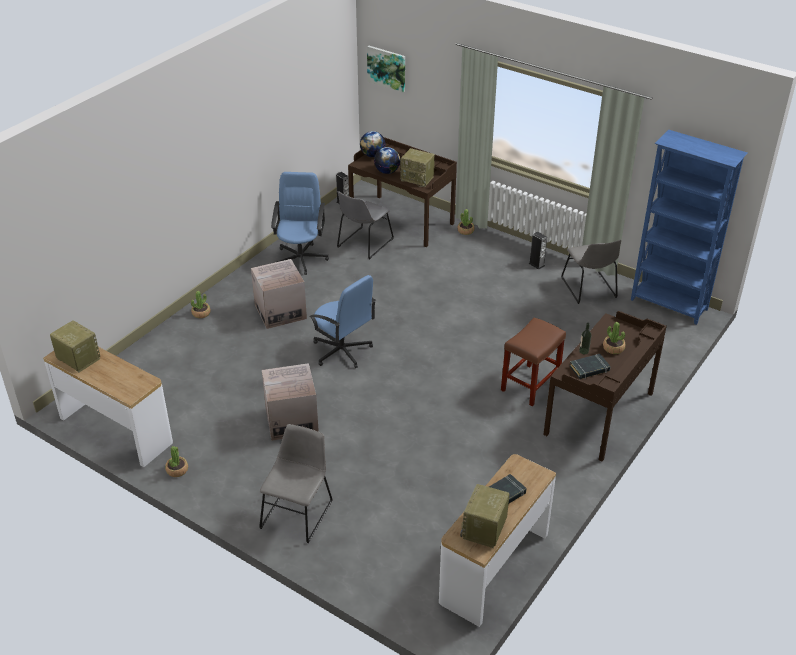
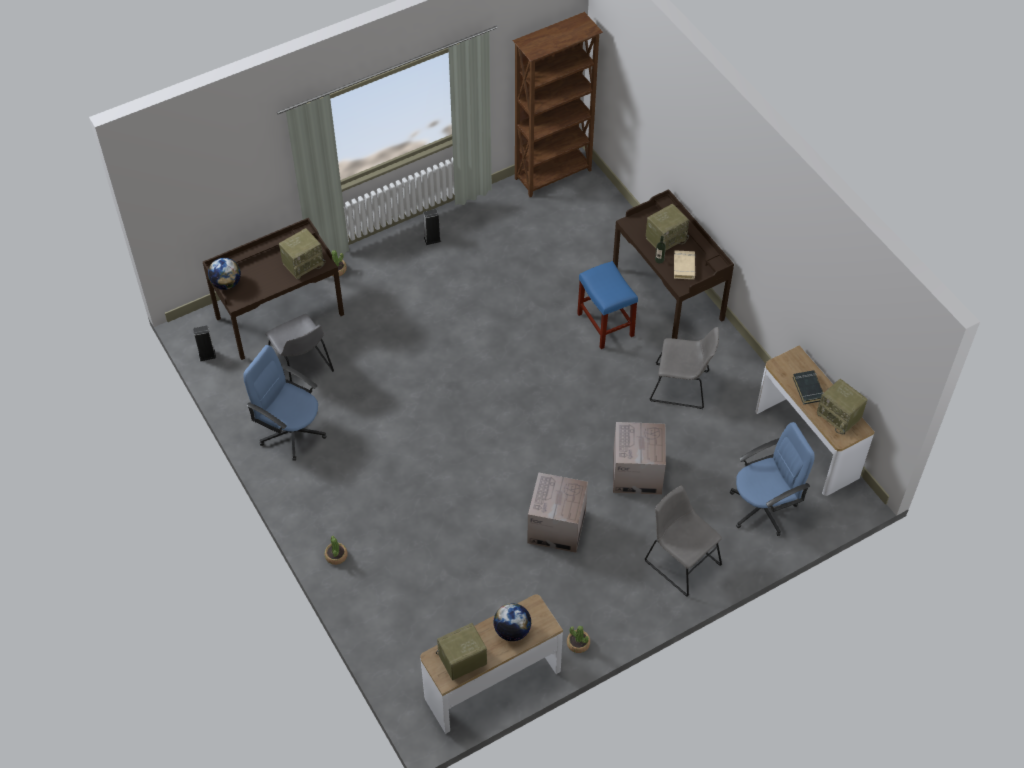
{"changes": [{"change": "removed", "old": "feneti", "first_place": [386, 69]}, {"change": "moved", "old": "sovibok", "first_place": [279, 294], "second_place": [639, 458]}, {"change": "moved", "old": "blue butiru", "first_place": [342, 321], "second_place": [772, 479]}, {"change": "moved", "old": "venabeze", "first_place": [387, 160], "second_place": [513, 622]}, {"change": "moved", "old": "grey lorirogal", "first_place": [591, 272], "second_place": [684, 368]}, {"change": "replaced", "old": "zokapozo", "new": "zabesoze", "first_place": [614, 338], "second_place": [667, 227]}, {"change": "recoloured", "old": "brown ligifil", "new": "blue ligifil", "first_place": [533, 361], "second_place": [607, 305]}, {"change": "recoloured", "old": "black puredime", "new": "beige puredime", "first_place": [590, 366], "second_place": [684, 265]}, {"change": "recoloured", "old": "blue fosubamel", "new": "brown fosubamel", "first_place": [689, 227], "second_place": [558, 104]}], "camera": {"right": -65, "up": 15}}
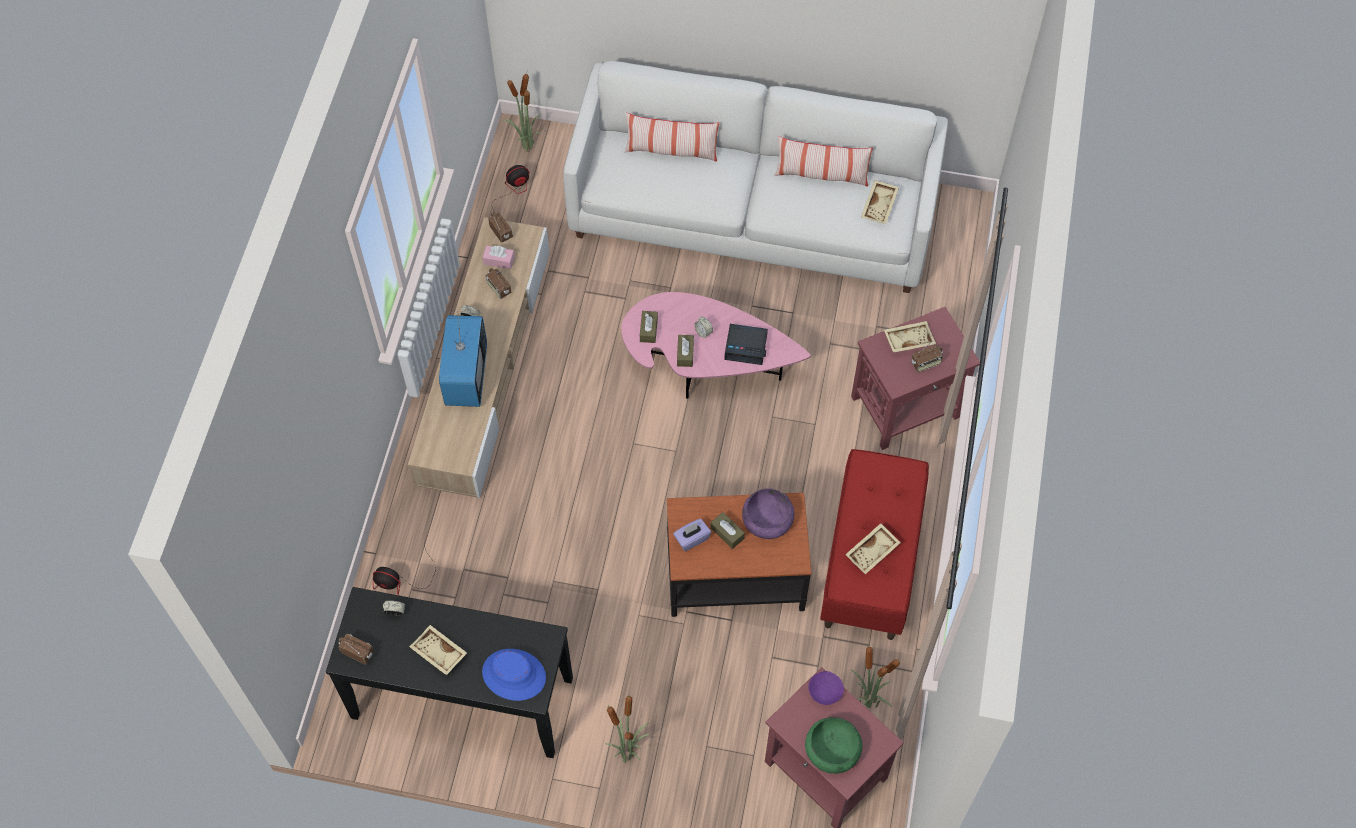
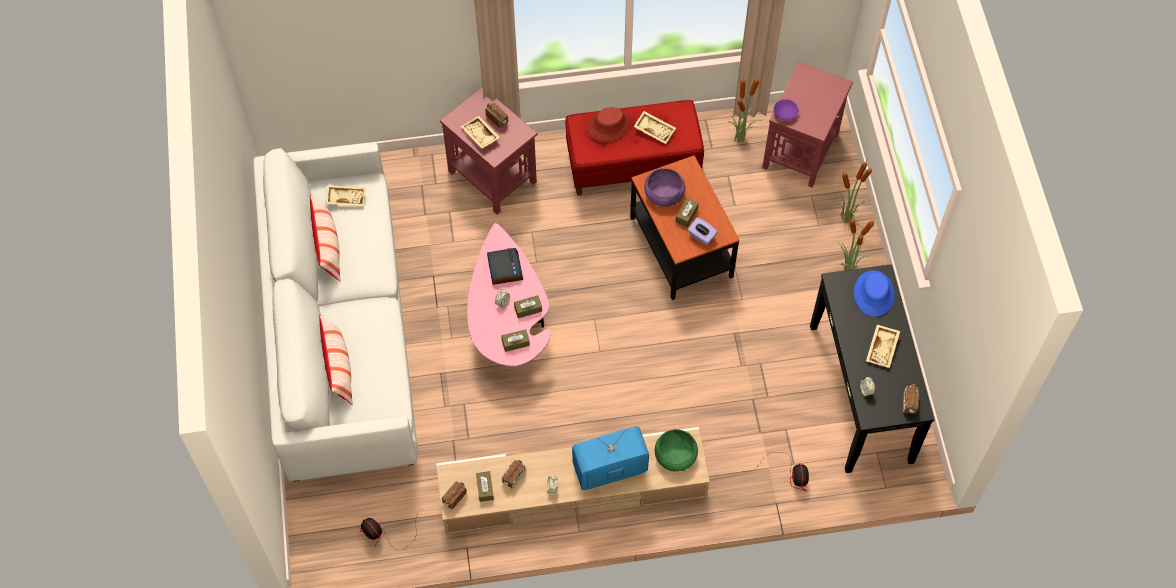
{"changes": [{"change": "added", "new": "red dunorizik", "second_place": [609, 124]}, {"change": "moved", "old": "zokapozo", "first_place": [522, 112], "second_place": [853, 191]}, {"change": "moved", "old": "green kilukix", "first_place": [833, 745], "second_place": [676, 450]}, {"change": "recoloured", "old": "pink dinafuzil", "new": "brown dinafuzil", "first_place": [498, 257], "second_place": [485, 486]}], "camera": {"right": -110, "up": 0}}
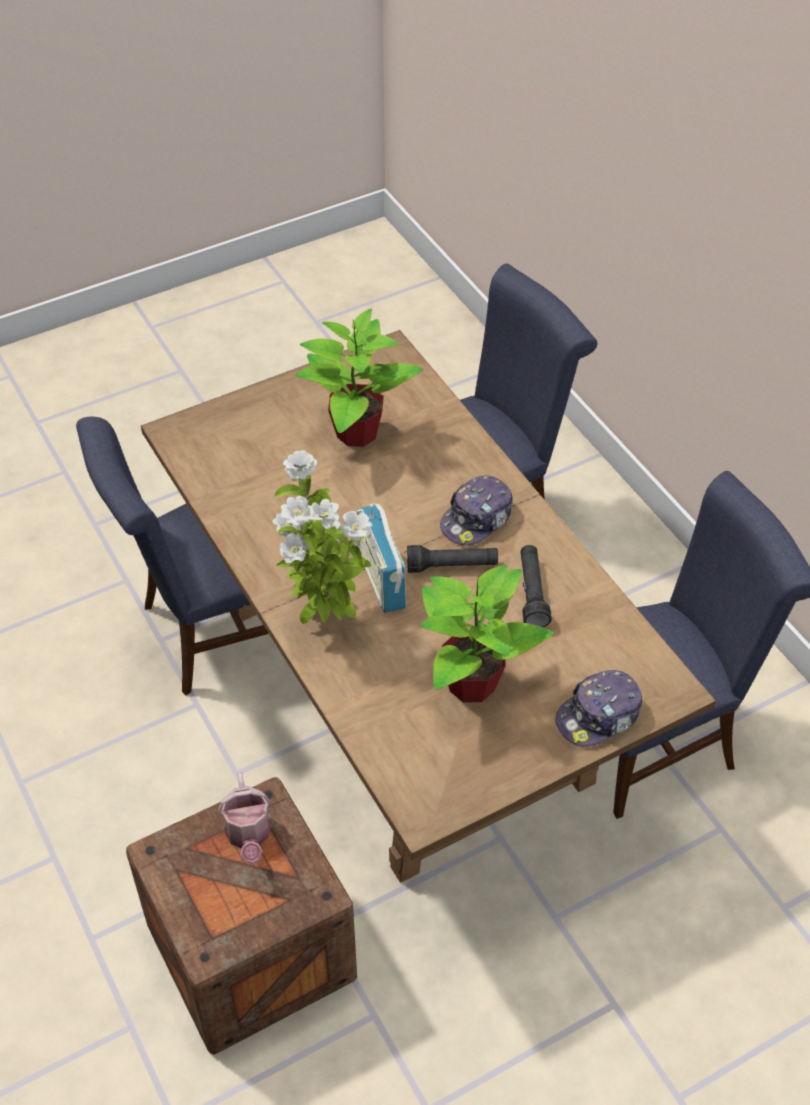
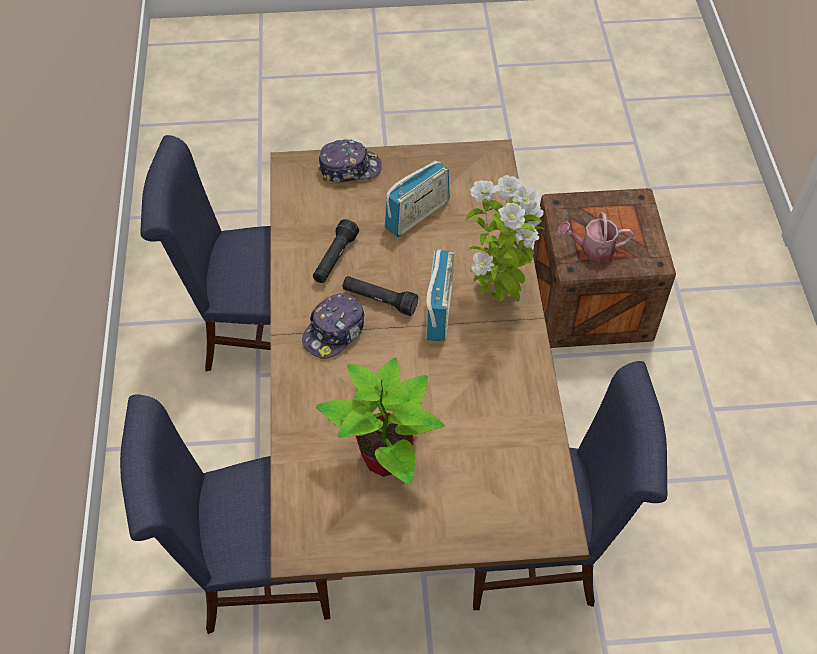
{"changes": [{"change": "replaced", "old": "zokapozo", "new": "zabesoze", "first_place": [487, 633], "second_place": [417, 198]}, {"change": "turned", "old": "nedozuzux", "first_place": [245, 818], "second_place": [595, 237], "degrees": -105}, {"change": "turned", "old": "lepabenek", "first_place": [476, 510], "second_place": [333, 326], "degrees": 150}], "camera": {"right": -155, "up": 5}}
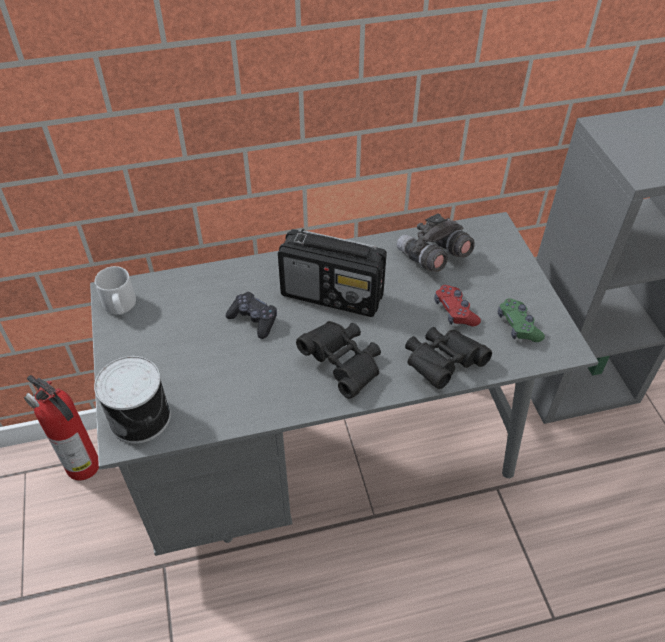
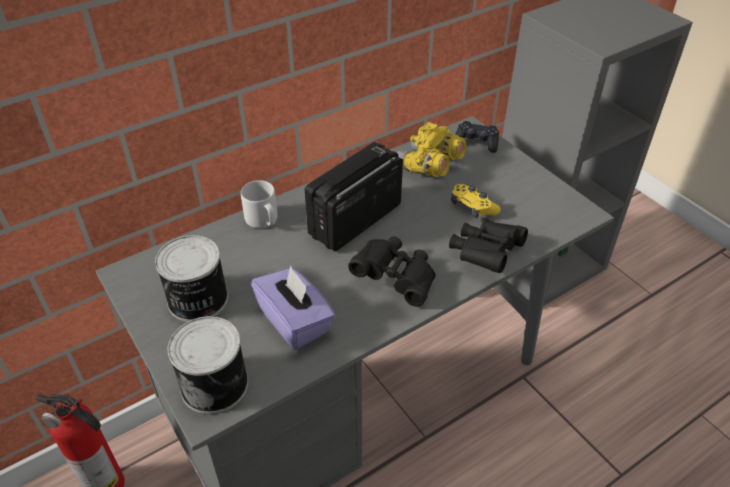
{"changes": [{"change": "removed", "old": "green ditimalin", "first_place": [521, 320]}, {"change": "added", "new": "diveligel", "second_place": [191, 278]}, {"change": "added", "new": "purple dinafuzil", "second_place": [293, 307]}, {"change": "moved", "old": "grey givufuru", "first_place": [115, 290], "second_place": [259, 204]}, {"change": "moved", "old": "black ditimalin", "first_place": [251, 315], "second_place": [477, 137]}, {"change": "recoloured", "old": "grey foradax", "new": "yellow foradax", "first_place": [436, 242], "second_place": [431, 149]}, {"change": "recoloured", "old": "red ditimalin", "new": "yellow ditimalin", "first_place": [457, 305], "second_place": [476, 201]}, {"change": "turned", "old": "zabesoze", "first_place": [332, 272], "second_place": [354, 197], "degrees": 135}], "camera": {"right": -20, "up": -5}}
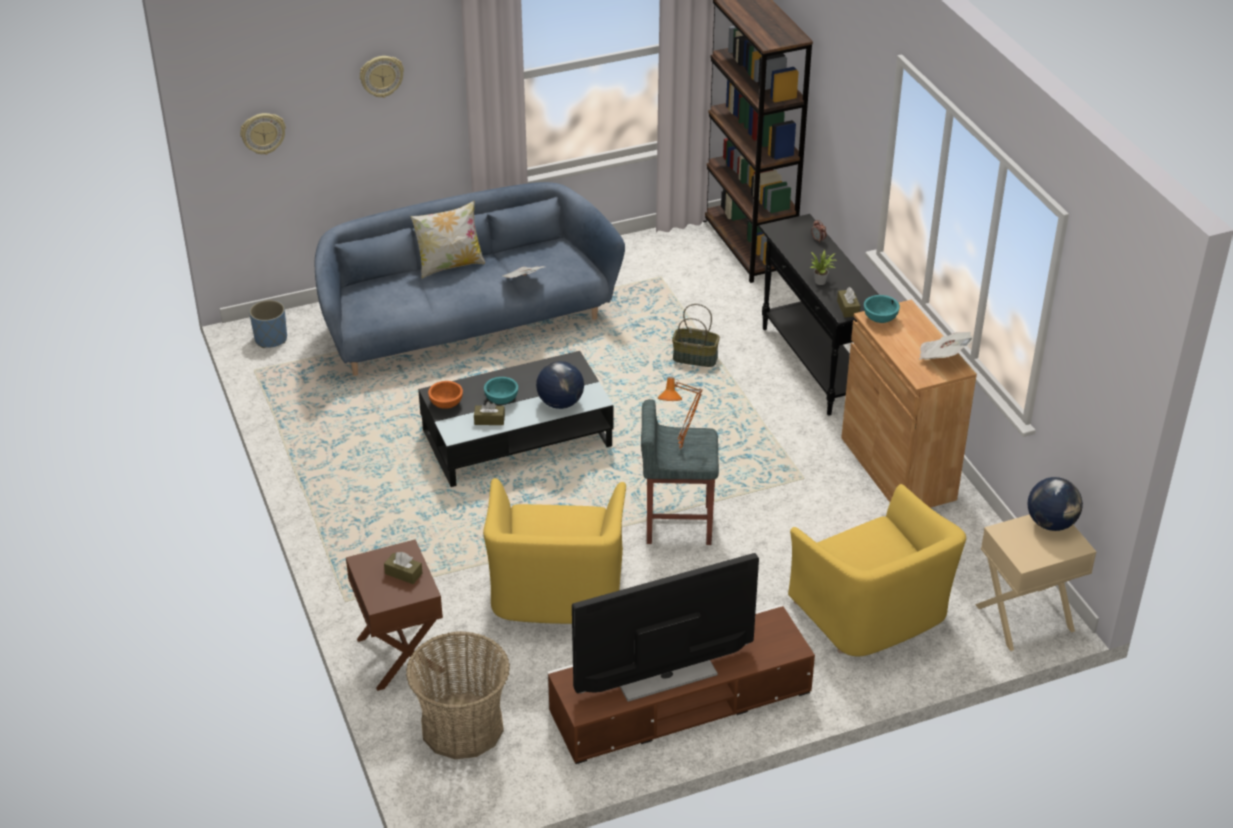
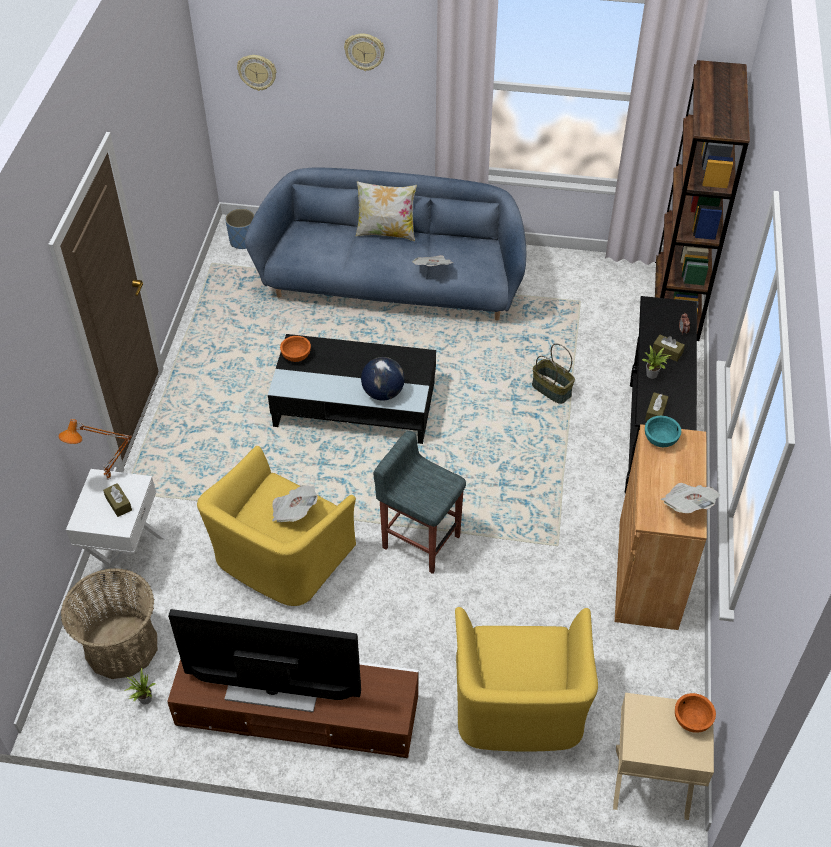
{"changes": [{"change": "removed", "old": "turquoise kilukix", "first_place": [501, 390]}, {"change": "added", "new": "zokapozo", "second_place": [140, 686]}, {"change": "added", "new": "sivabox", "second_place": [295, 503]}, {"change": "moved", "old": "brown dinafuzil", "first_place": [489, 413], "second_place": [669, 348]}, {"change": "moved", "old": "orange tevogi", "first_place": [680, 413], "second_place": [95, 449]}, {"change": "replaced", "old": "venabeze", "new": "orange kilukix", "first_place": [1055, 504], "second_place": [695, 713]}, {"change": "recoloured", "old": "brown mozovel", "new": "white mozovel", "first_place": [395, 615], "second_place": [116, 527]}], "camera": {"right": 30, "up": 10}}
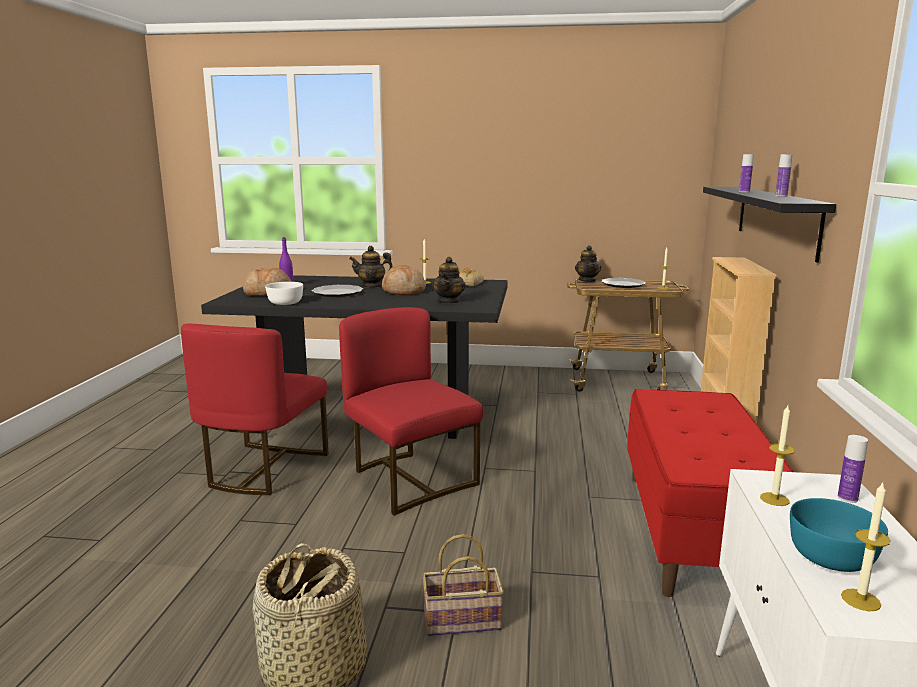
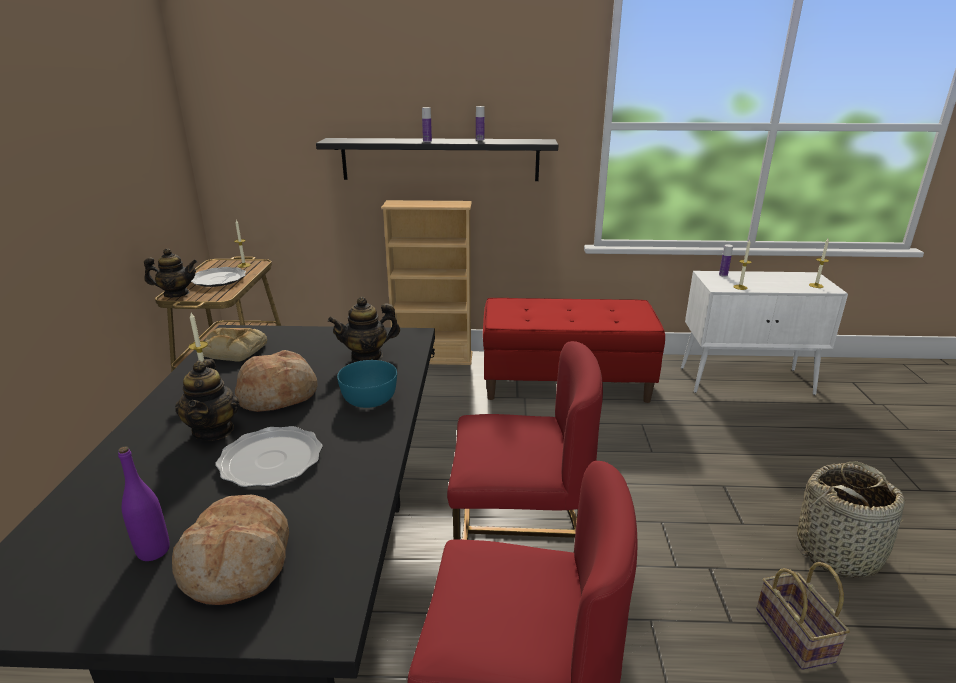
{"changes": [{"change": "removed", "old": "white kilukix", "first_place": [284, 293]}, {"change": "moved", "old": "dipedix", "first_place": [463, 585], "second_place": [803, 616]}, {"change": "moved", "old": "turquoise kilukix", "first_place": [839, 535], "second_place": [367, 384]}, {"change": "turned", "old": "red lorirogal", "first_place": [411, 411], "second_place": [525, 443], "degrees": -135}, {"change": "turned", "old": "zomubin", "first_place": [449, 280], "second_place": [364, 329], "degrees": 150}], "camera": {"right": -95, "up": 10}}
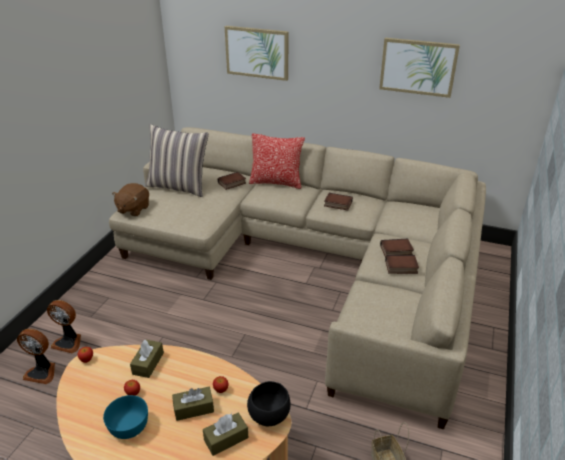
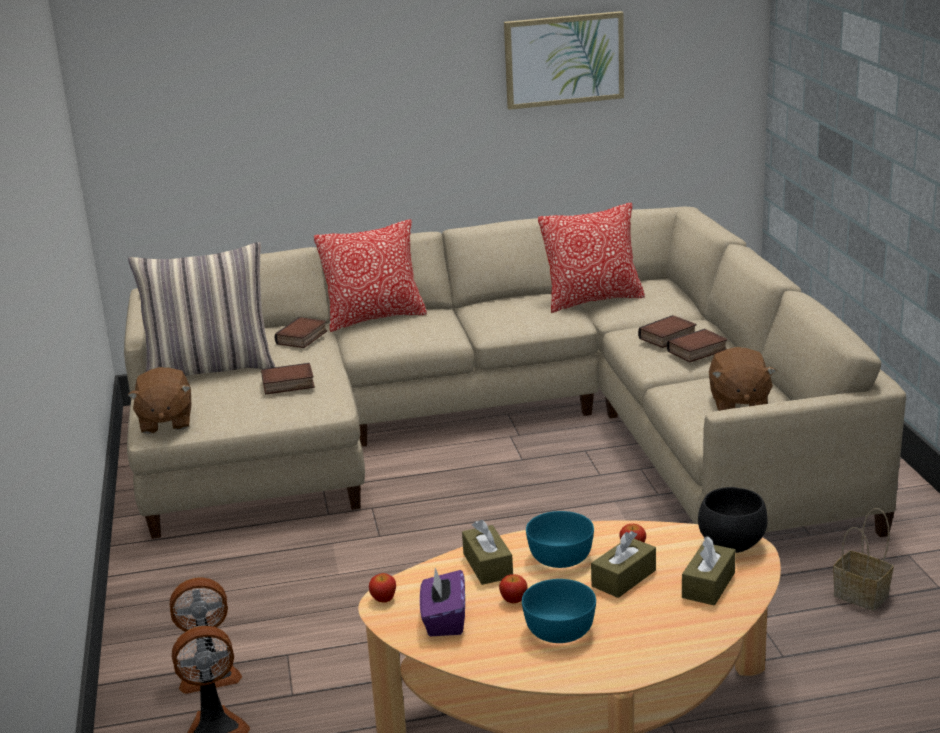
{"changes": [{"change": "removed", "old": "feneti", "first_place": [256, 53]}, {"change": "added", "new": "purple dinafuzil", "second_place": [442, 602]}, {"change": "added", "new": "turquoise kilukix", "second_place": [560, 539]}, {"change": "added", "new": "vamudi", "second_place": [591, 258]}, {"change": "added", "new": "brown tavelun", "second_place": [742, 379]}, {"change": "moved", "old": "puredime", "first_place": [338, 202], "second_place": [288, 378]}], "camera": {"right": -30, "up": -10}}
